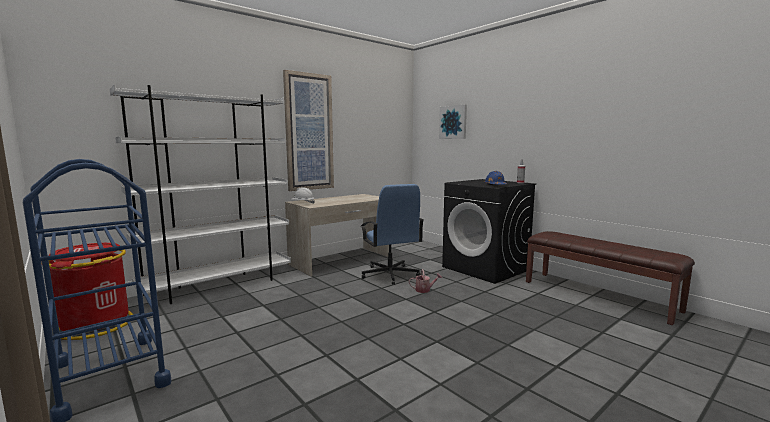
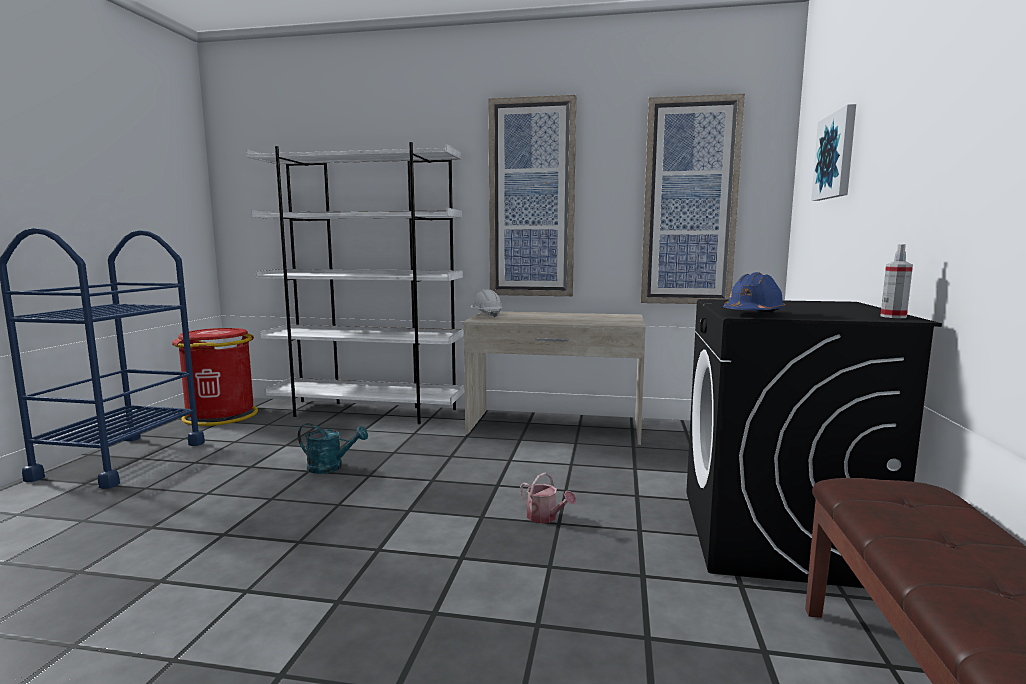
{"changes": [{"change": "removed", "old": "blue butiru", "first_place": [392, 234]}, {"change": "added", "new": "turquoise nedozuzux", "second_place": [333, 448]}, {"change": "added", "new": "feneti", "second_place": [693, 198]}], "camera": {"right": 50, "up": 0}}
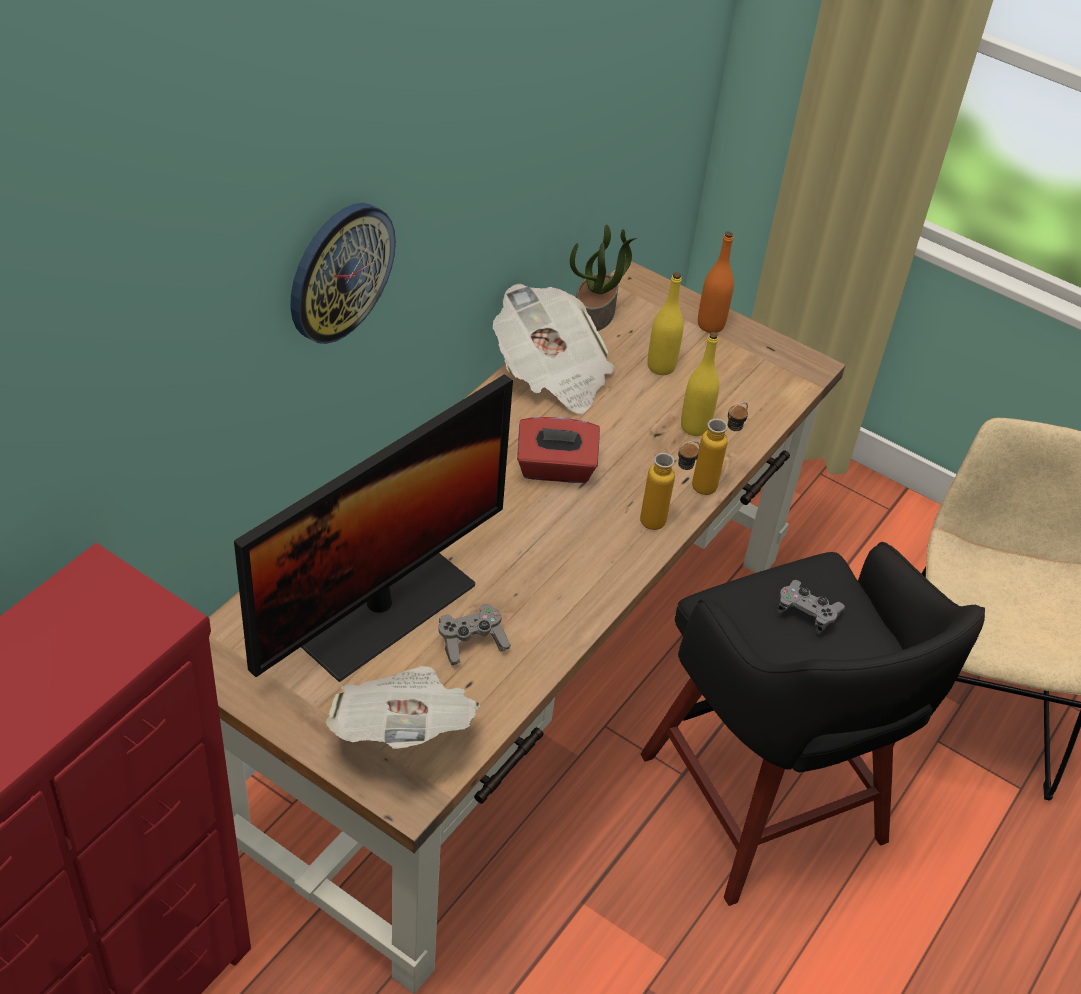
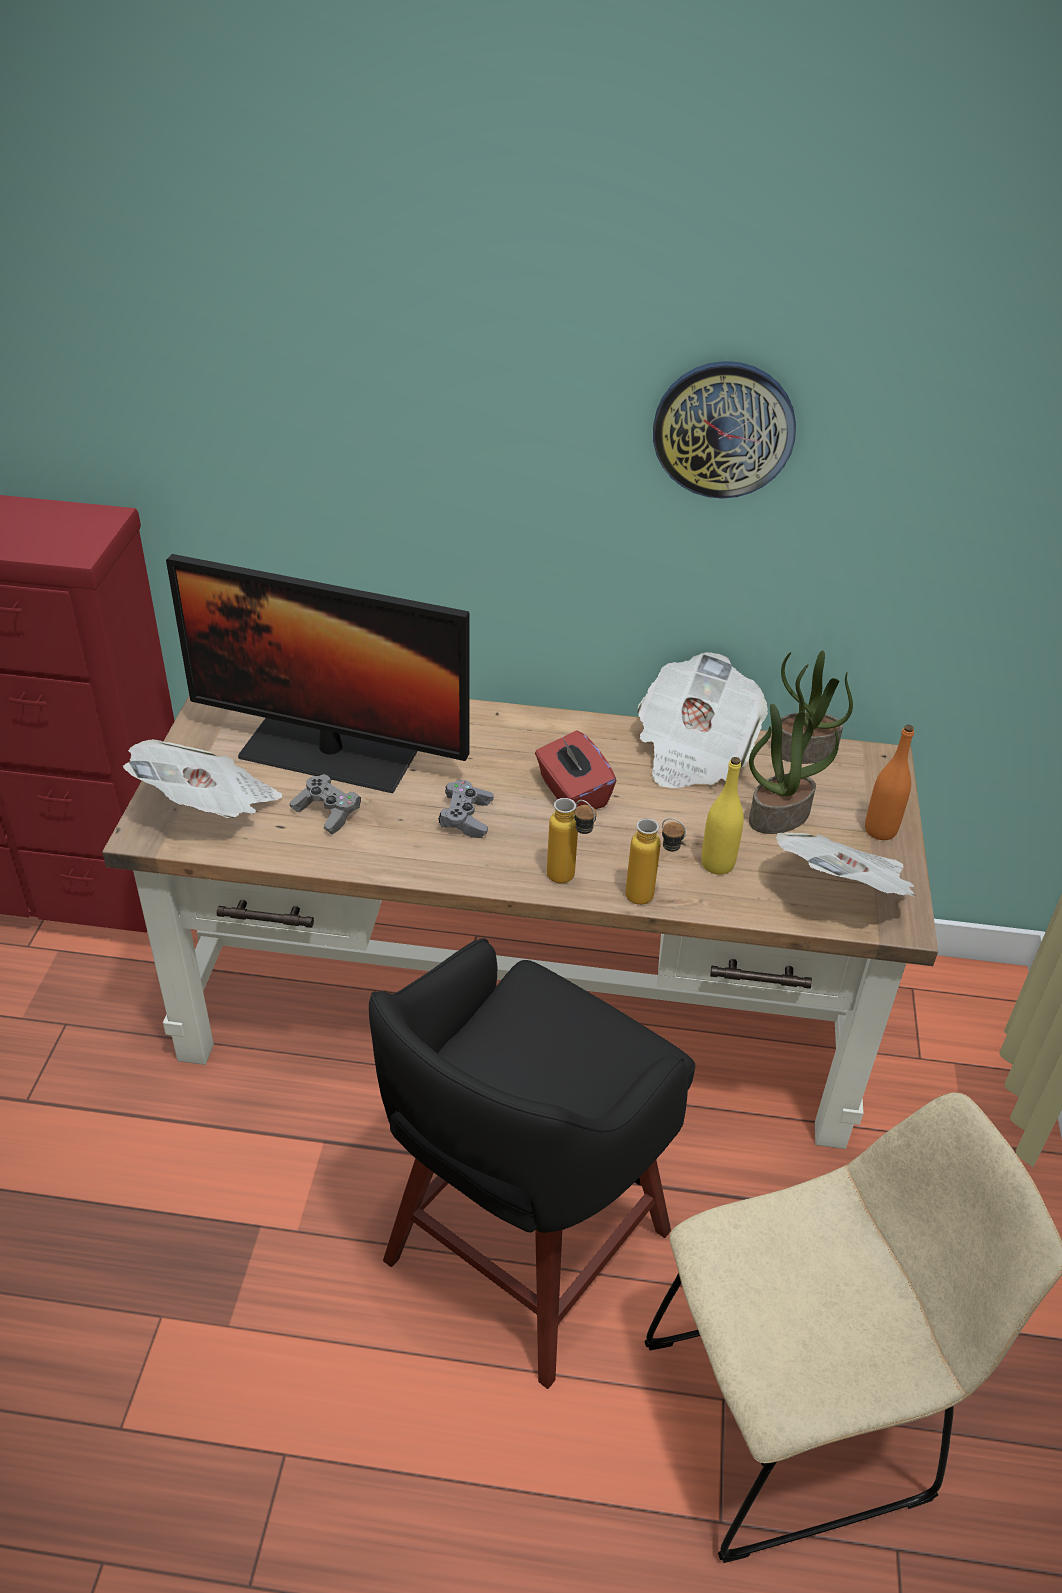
{"changes": [{"change": "added", "new": "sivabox", "second_place": [845, 864]}, {"change": "moved", "old": "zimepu", "first_place": [343, 273], "second_place": [724, 430]}, {"change": "moved", "old": "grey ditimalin", "first_place": [811, 607], "second_place": [466, 809]}, {"change": "replaced", "old": "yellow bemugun", "new": "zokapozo", "first_place": [665, 323], "second_place": [794, 769]}], "camera": {"right": 65, "up": -5}}
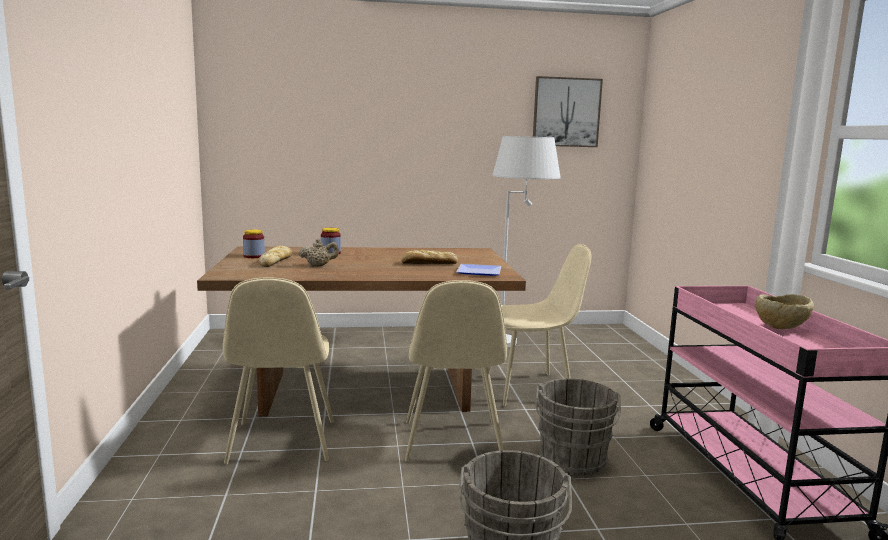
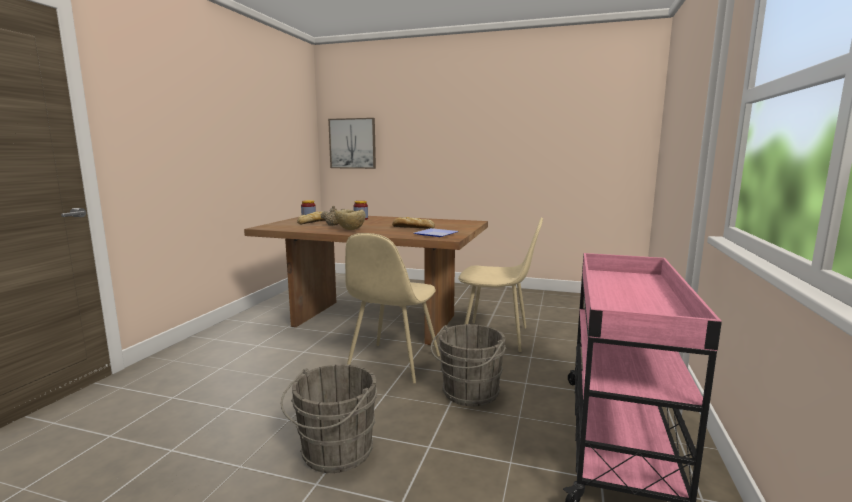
{"changes": [{"change": "removed", "old": "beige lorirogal", "first_place": [278, 371]}, {"change": "removed", "old": "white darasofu", "first_place": [527, 241]}, {"change": "moved", "old": "feneti", "first_place": [568, 111], "second_place": [352, 143]}, {"change": "moved", "old": "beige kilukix", "first_place": [784, 311], "second_place": [350, 219]}], "camera": {"right": 25, "up": 0}}
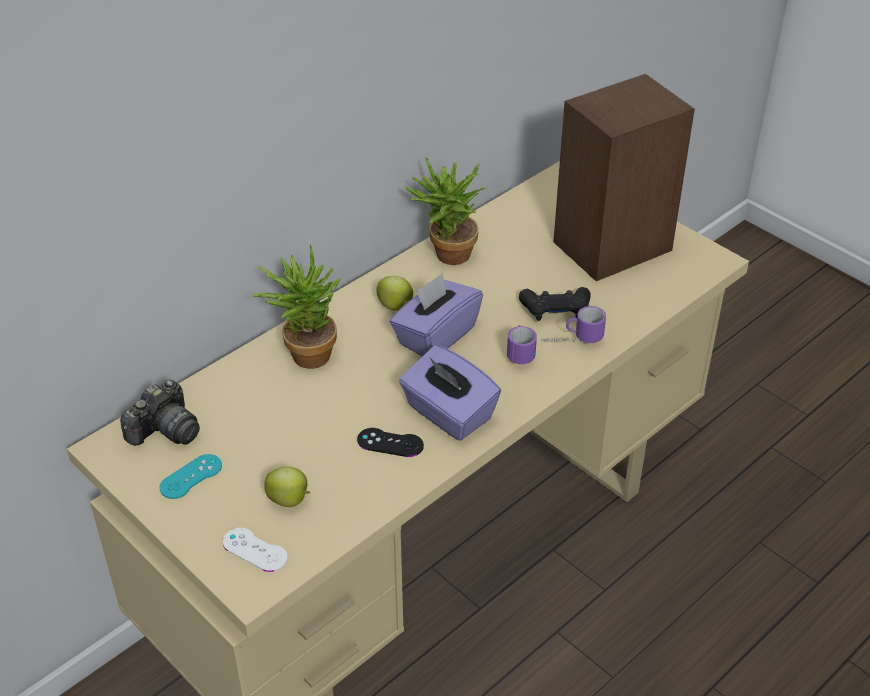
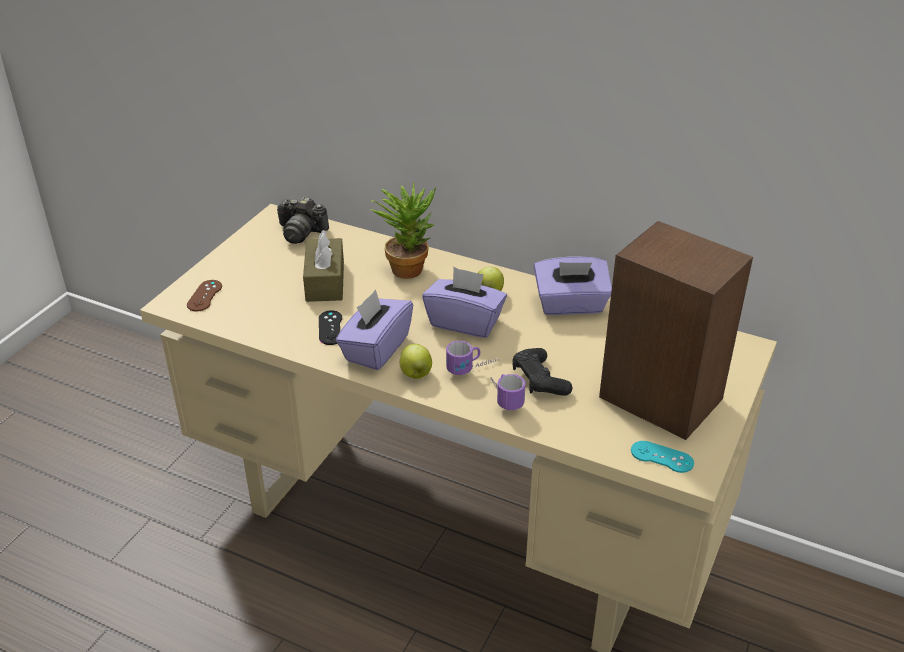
{"changes": [{"change": "added", "new": "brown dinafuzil", "second_place": [323, 266]}, {"change": "moved", "old": "turquoise ditimalin", "first_place": [190, 476], "second_place": [662, 457]}, {"change": "moved", "old": "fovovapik", "first_place": [287, 487], "second_place": [416, 361]}, {"change": "replaced", "old": "zokapozo", "new": "purple dinafuzil", "first_place": [445, 211], "second_place": [573, 285]}, {"change": "recoloured", "old": "white ditimalin", "new": "brown ditimalin", "first_place": [255, 550], "second_place": [204, 295]}], "camera": {"right": 70, "up": -5}}
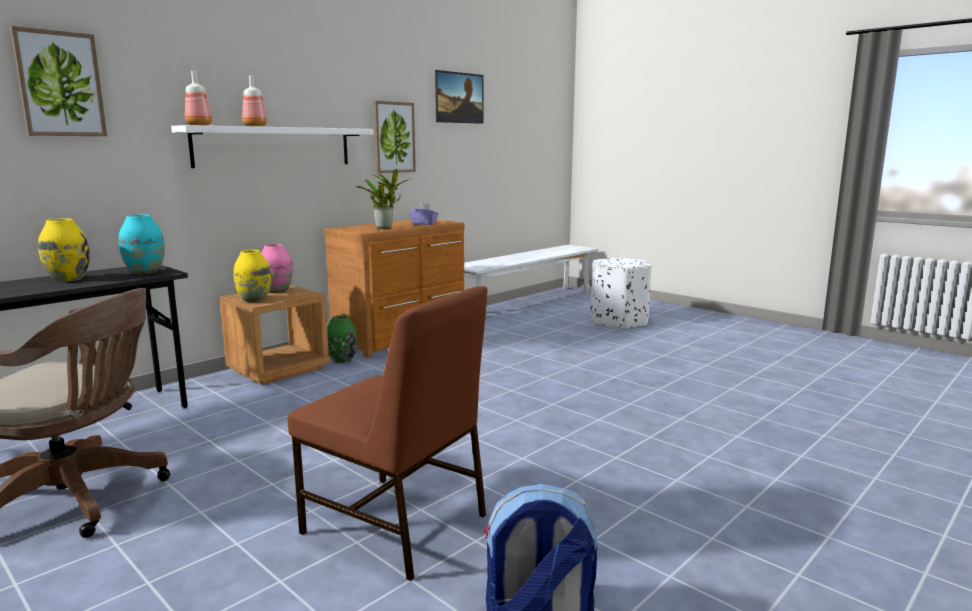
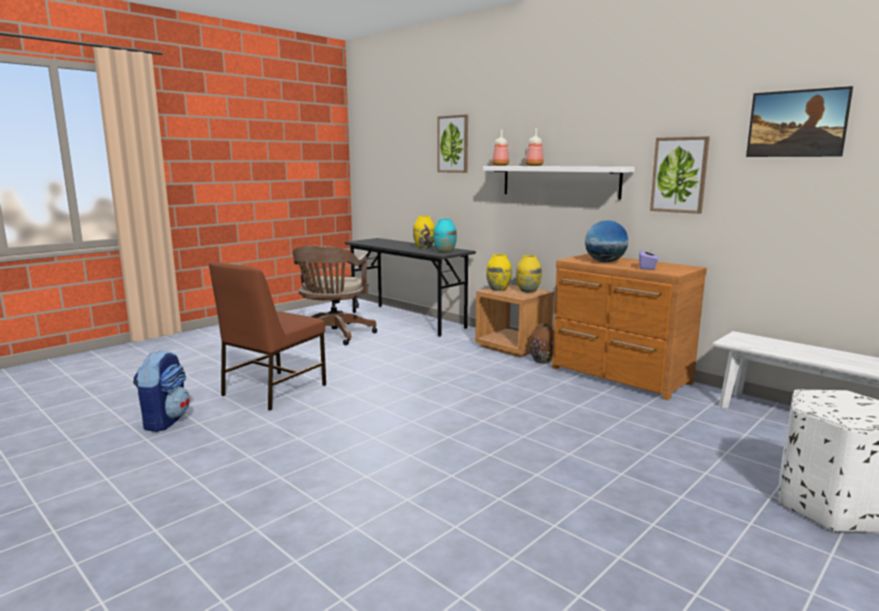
{"changes": [{"change": "replaced", "old": "zokapozo", "new": "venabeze", "first_place": [383, 199], "second_place": [606, 241]}, {"change": "recoloured", "old": "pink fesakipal", "new": "yellow fesakipal", "first_place": [277, 268], "second_place": [529, 273]}, {"change": "recoloured", "old": "green fesakipal", "new": "brown fesakipal", "first_place": [342, 339], "second_place": [541, 343]}], "camera": {"right": 90, "up": 0}}
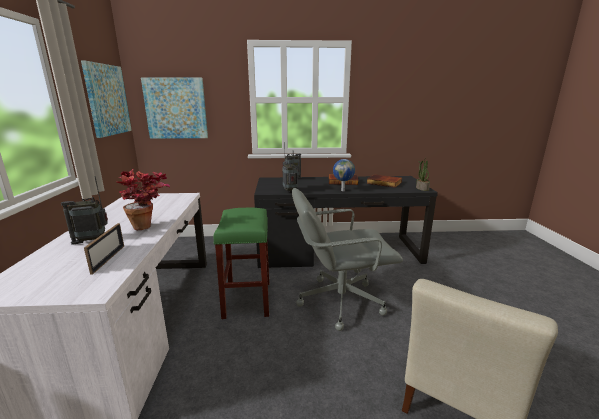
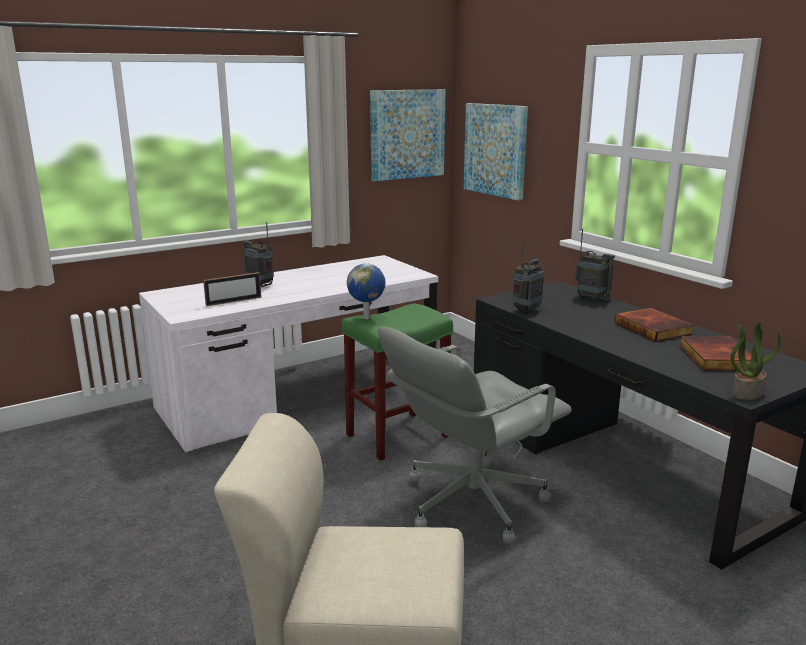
{"changes": [{"change": "removed", "old": "zokapozo", "first_place": [143, 199]}, {"change": "moved", "old": "venabeze", "first_place": [344, 175], "second_place": [366, 291]}, {"change": "turned", "old": "grey butiru", "first_place": [347, 259], "second_place": [475, 435], "degrees": -90}], "camera": {"right": 60, "up": 0}}
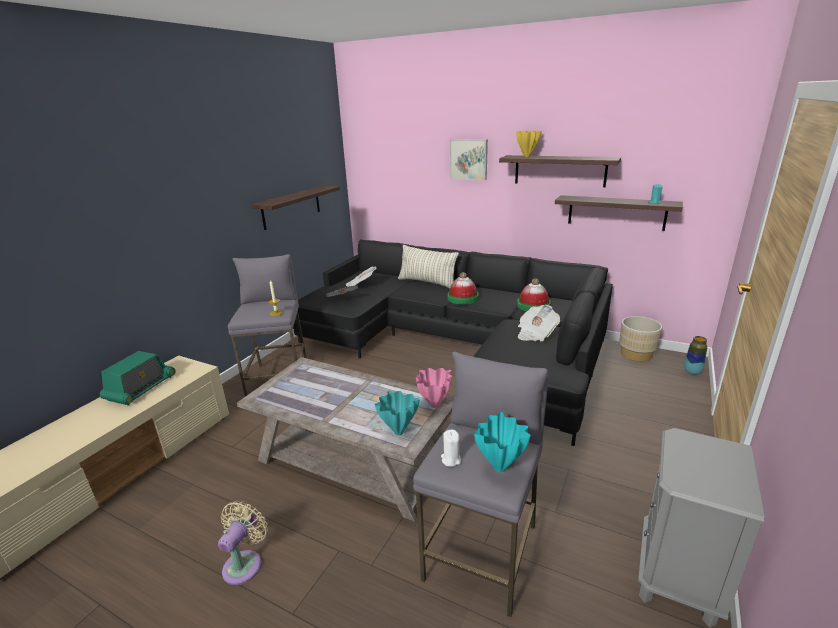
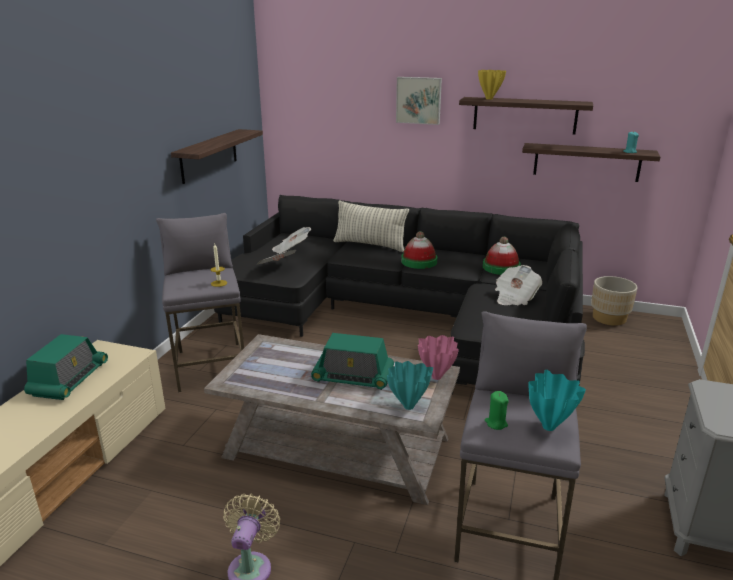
{"changes": [{"change": "removed", "old": "fesakipal", "first_place": [695, 355]}, {"change": "added", "new": "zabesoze", "second_place": [352, 361]}, {"change": "recoloured", "old": "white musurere", "new": "green musurere", "first_place": [451, 448], "second_place": [497, 410]}], "camera": {"right": -10, "up": 0}}
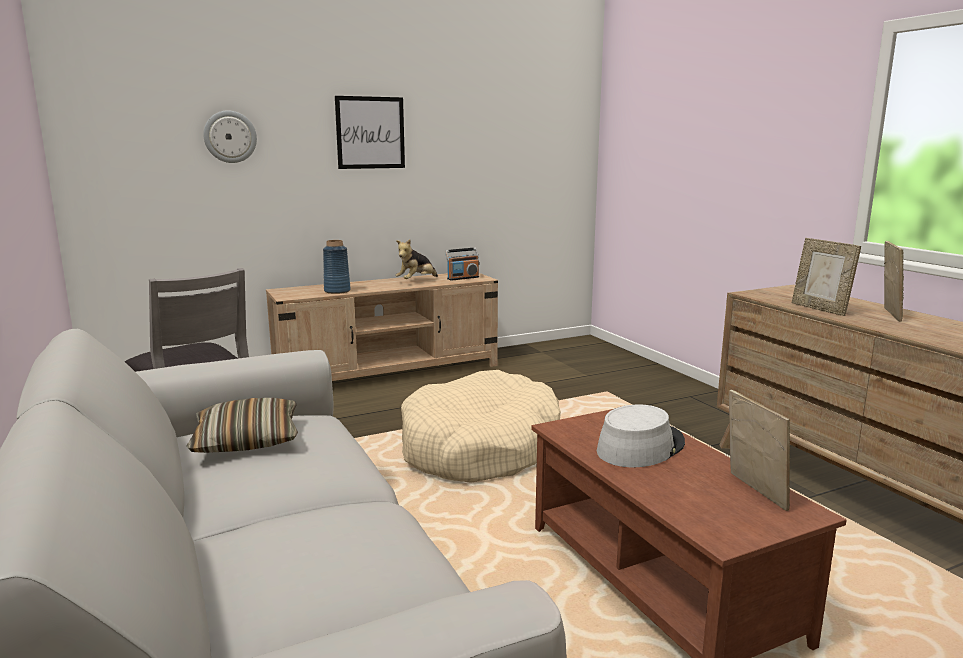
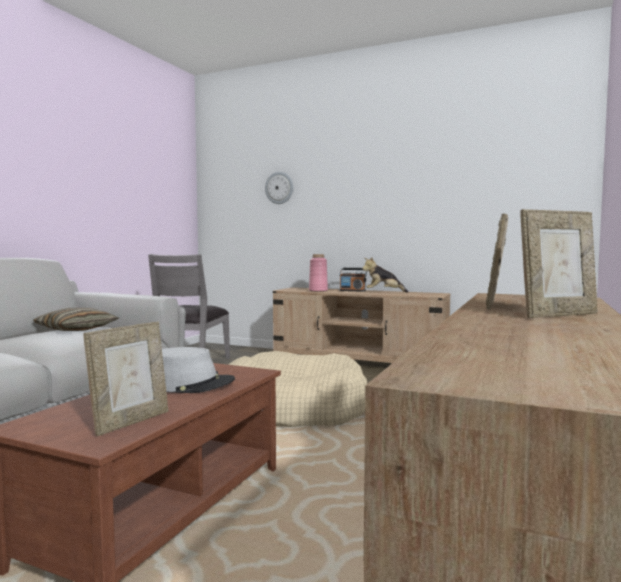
{"changes": [{"change": "removed", "old": "feneti", "first_place": [370, 132]}, {"change": "moved", "old": "zabesoze", "first_place": [462, 264], "second_place": [353, 280]}, {"change": "recoloured", "old": "blue fesakipal", "new": "pink fesakipal", "first_place": [337, 267], "second_place": [318, 273]}], "camera": {"right": 50, "up": -10}}
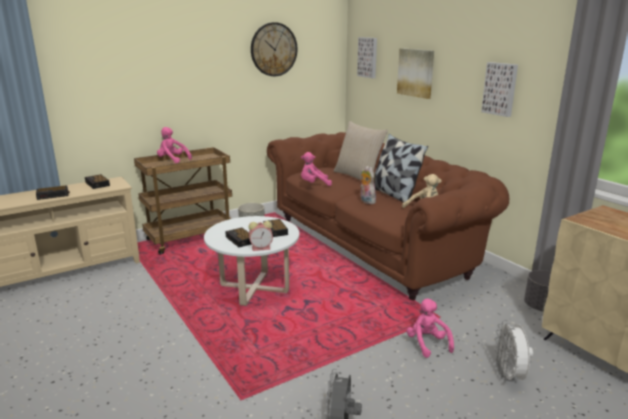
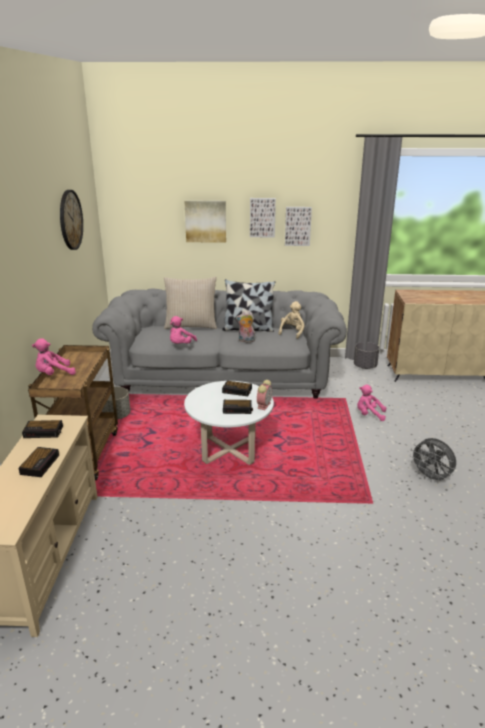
{"changes": [{"change": "removed", "old": "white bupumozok", "first_place": [513, 351]}, {"change": "moved", "old": "feneti", "first_place": [367, 57], "second_place": [263, 217]}, {"change": "recoloured", "old": "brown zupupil", "new": "grey zupupil", "first_place": [388, 216], "second_place": [219, 343]}], "camera": {"right": -55, "up": 5}}
